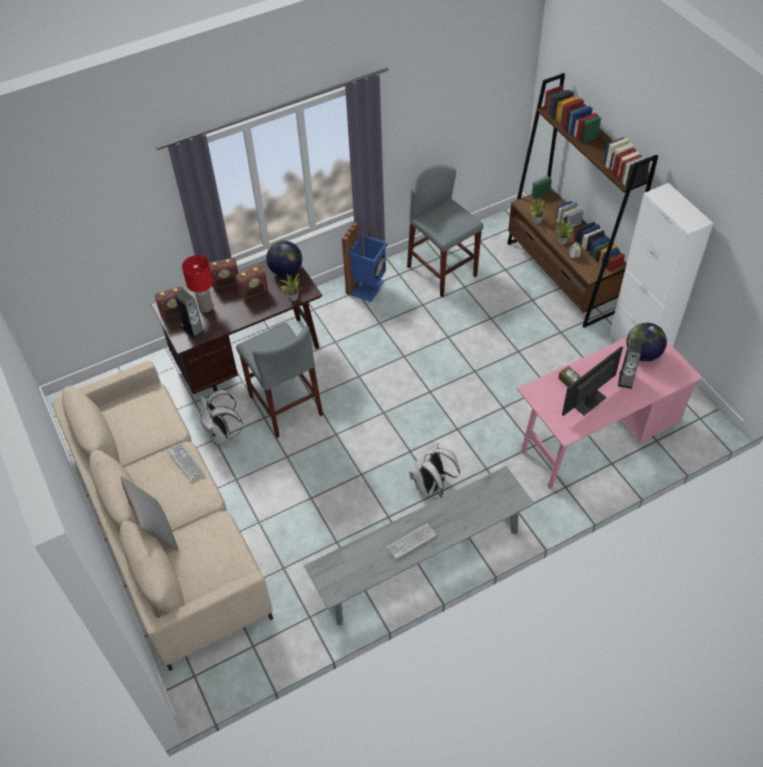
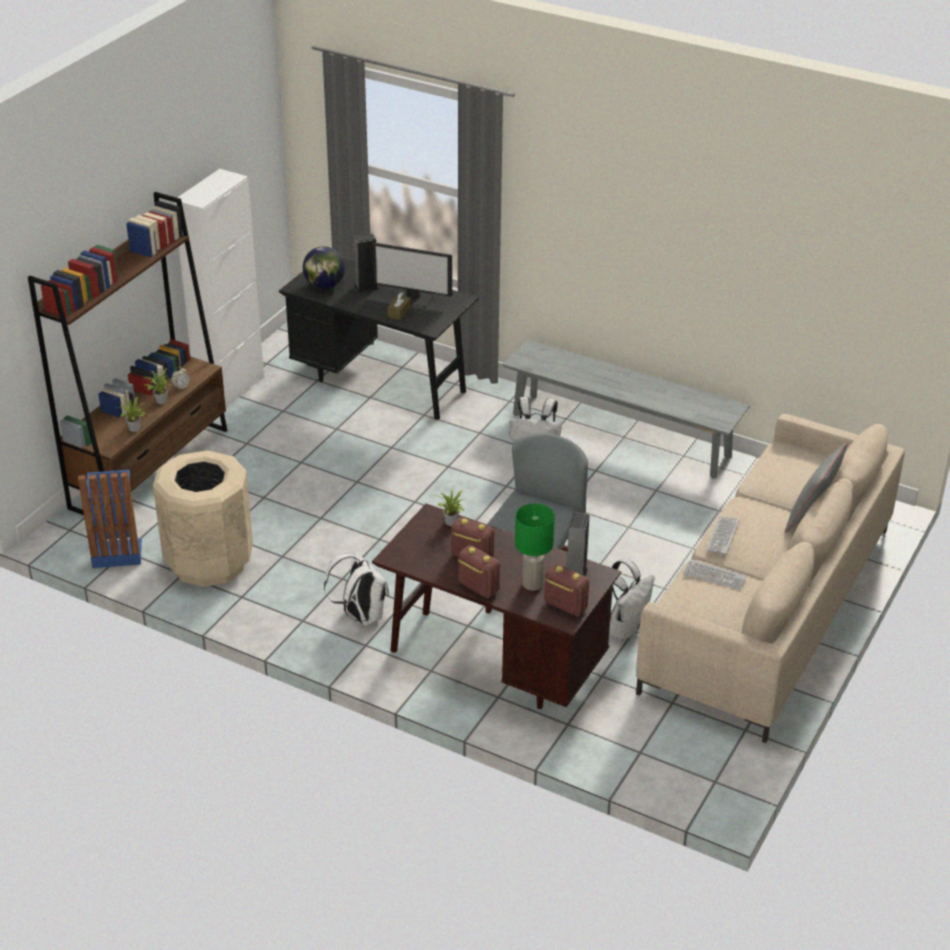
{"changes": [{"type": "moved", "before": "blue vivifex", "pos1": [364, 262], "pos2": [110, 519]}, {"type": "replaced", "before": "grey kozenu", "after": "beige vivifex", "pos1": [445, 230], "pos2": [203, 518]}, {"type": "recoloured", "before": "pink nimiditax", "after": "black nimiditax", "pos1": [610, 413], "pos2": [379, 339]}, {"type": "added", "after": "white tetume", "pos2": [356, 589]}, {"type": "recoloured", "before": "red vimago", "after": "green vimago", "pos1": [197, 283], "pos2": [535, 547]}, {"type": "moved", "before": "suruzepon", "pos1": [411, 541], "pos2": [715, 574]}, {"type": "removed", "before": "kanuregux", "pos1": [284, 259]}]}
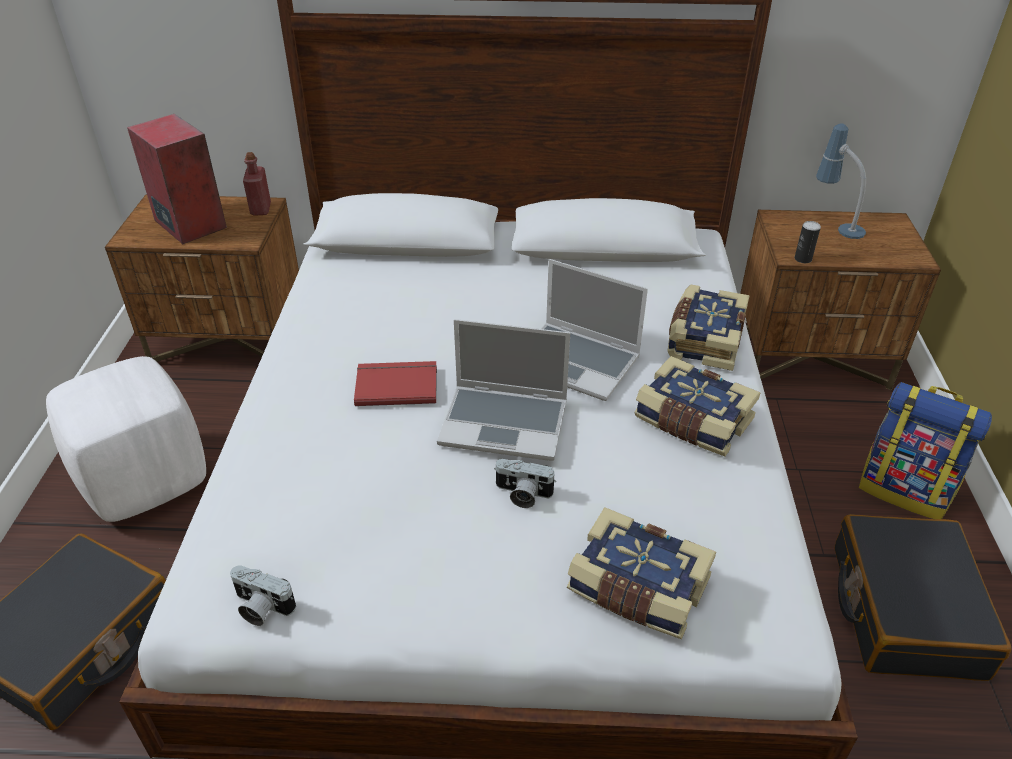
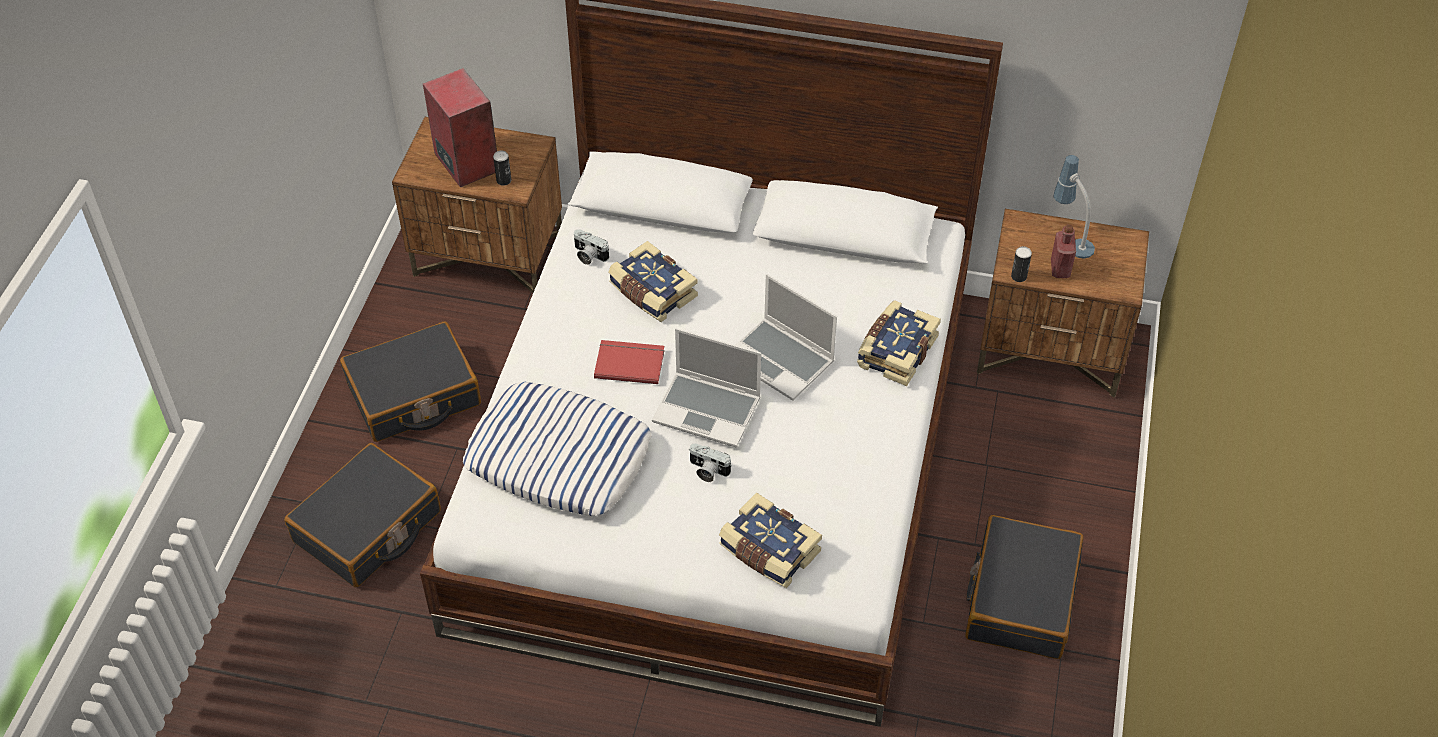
{"changes": [{"type": "replaced", "before": "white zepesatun", "after": "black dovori", "pos1": [126, 439], "pos2": [410, 382]}, {"type": "added", "after": "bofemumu", "pos2": [557, 449]}, {"type": "added", "after": "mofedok", "pos2": [502, 168]}, {"type": "moved", "before": "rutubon", "pos1": [263, 595], "pos2": [591, 247]}, {"type": "moved", "before": "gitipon", "pos1": [697, 406], "pos2": [653, 281]}, {"type": "moved", "before": "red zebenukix", "pos1": [257, 184], "pos2": [1063, 251]}, {"type": "removed", "before": "tetume", "pos1": [925, 450]}]}
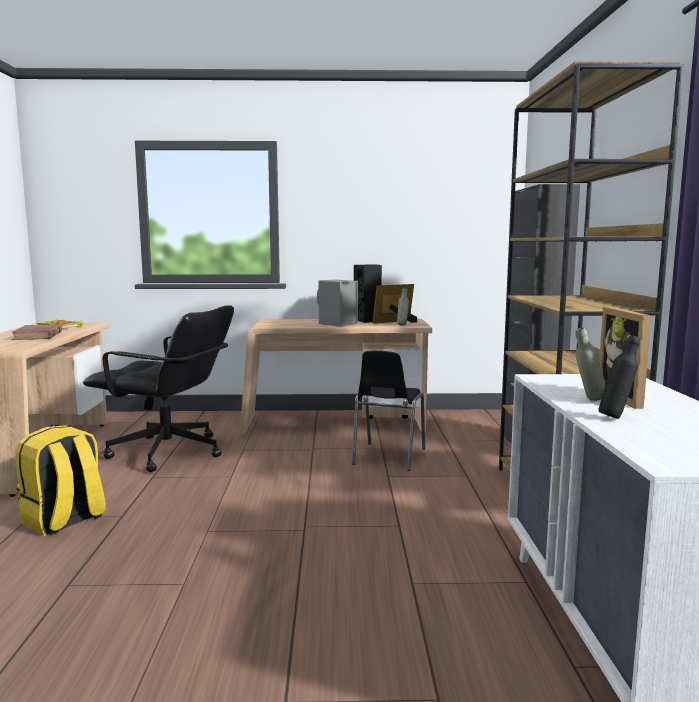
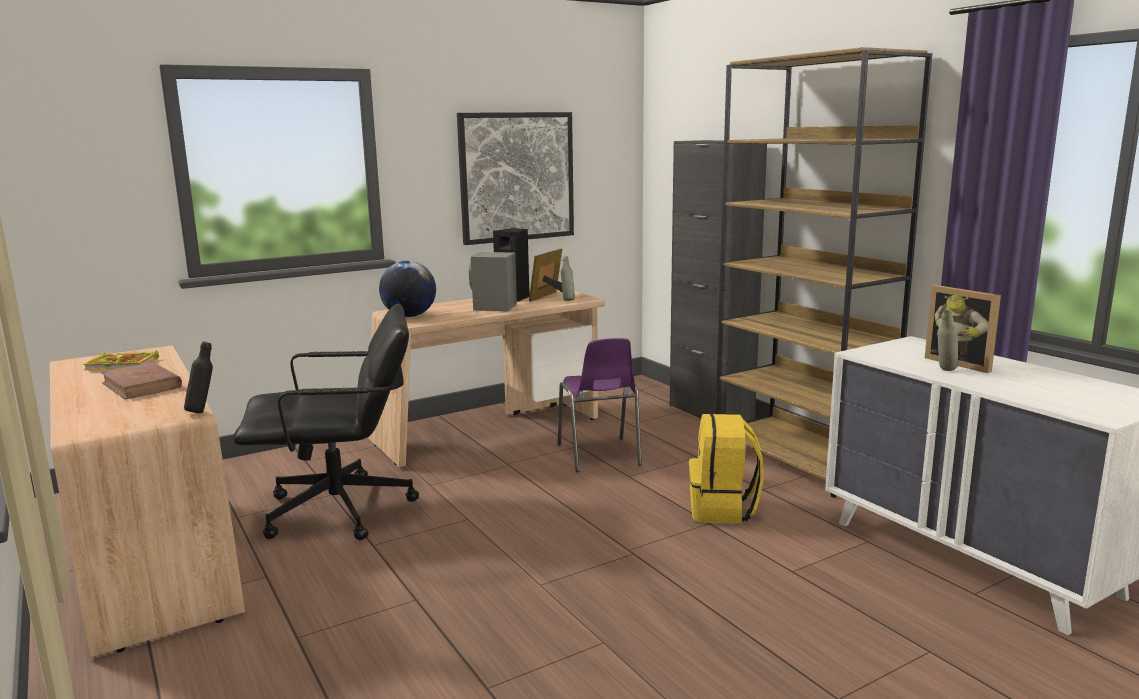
{"changes": [{"type": "moved", "before": "black zebenukix", "pos1": [619, 377], "pos2": [198, 377]}, {"type": "added", "after": "kanuregux", "pos2": [407, 289]}, {"type": "added", "after": "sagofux", "pos2": [515, 178]}, {"type": "recoloured", "before": "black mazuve", "after": "purple mazuve", "pos1": [388, 411], "pos2": [600, 405]}, {"type": "moved", "before": "yellow tetume", "pos1": [60, 480], "pos2": [726, 469]}]}
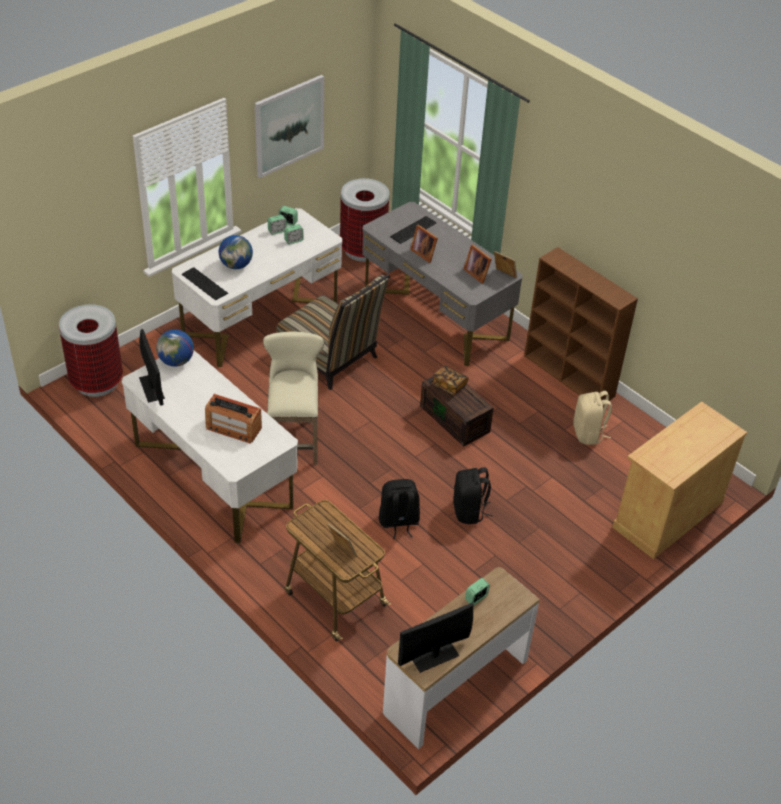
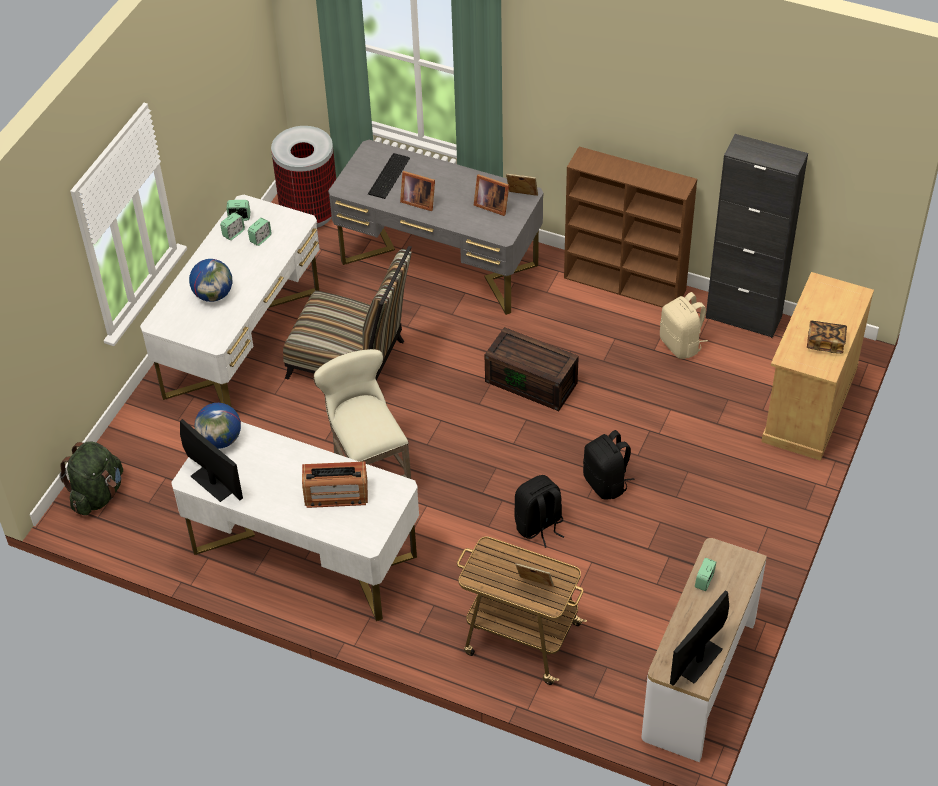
{"changes": [{"type": "replaced", "before": "vivifex", "after": "green tetume", "pos1": [91, 350], "pos2": [91, 478]}, {"type": "added", "after": "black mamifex", "pos2": [757, 236]}, {"type": "moved", "before": "gitipon", "pos1": [450, 380], "pos2": [827, 337]}, {"type": "removed", "before": "suruzepon", "pos1": [205, 283]}, {"type": "removed", "before": "sagofux", "pos1": [289, 126]}]}
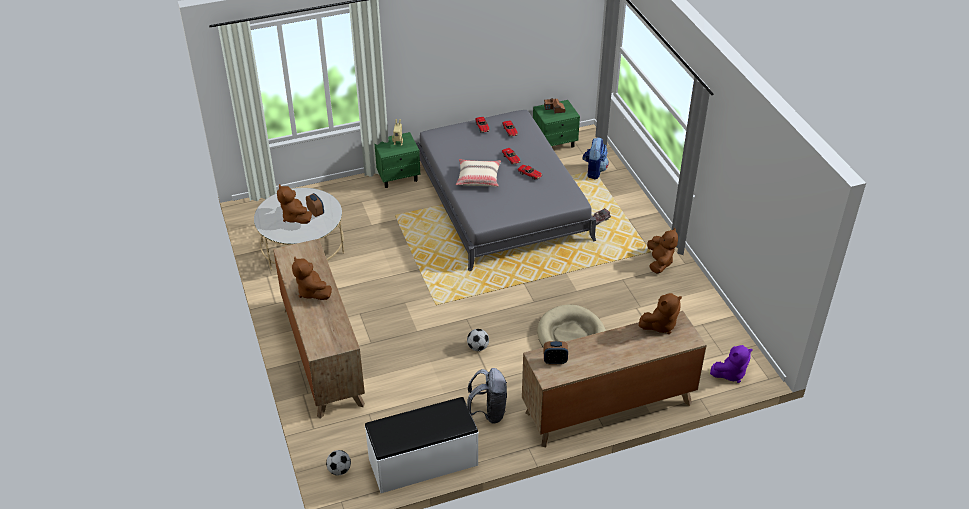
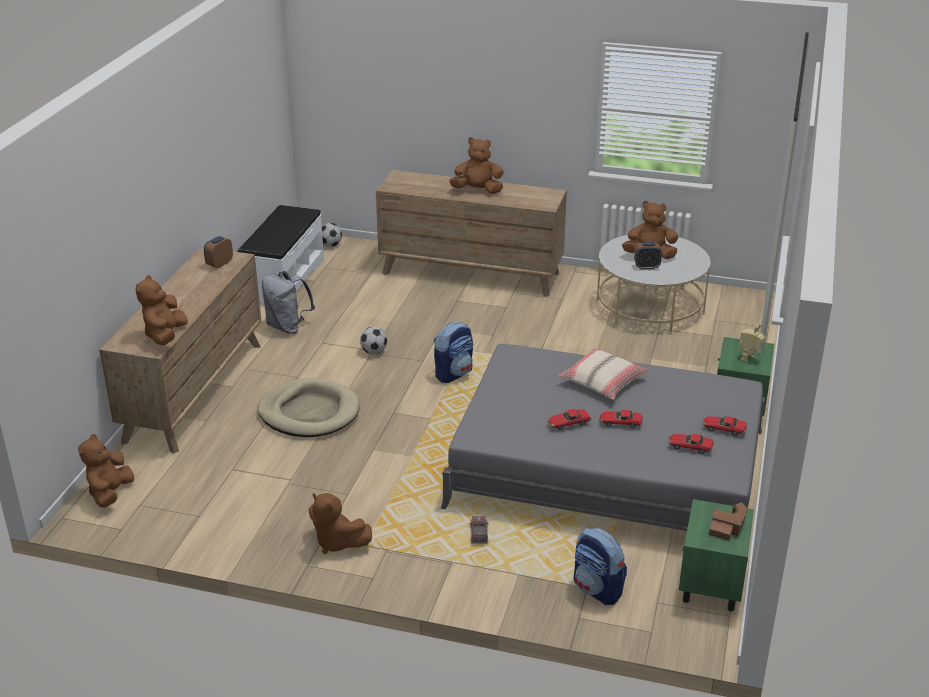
{"changes": [{"type": "recoloured", "before": "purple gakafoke", "after": "brown gakafoke", "pos1": [731, 364], "pos2": [106, 471]}, {"type": "added", "after": "tetume", "pos2": [453, 352]}]}
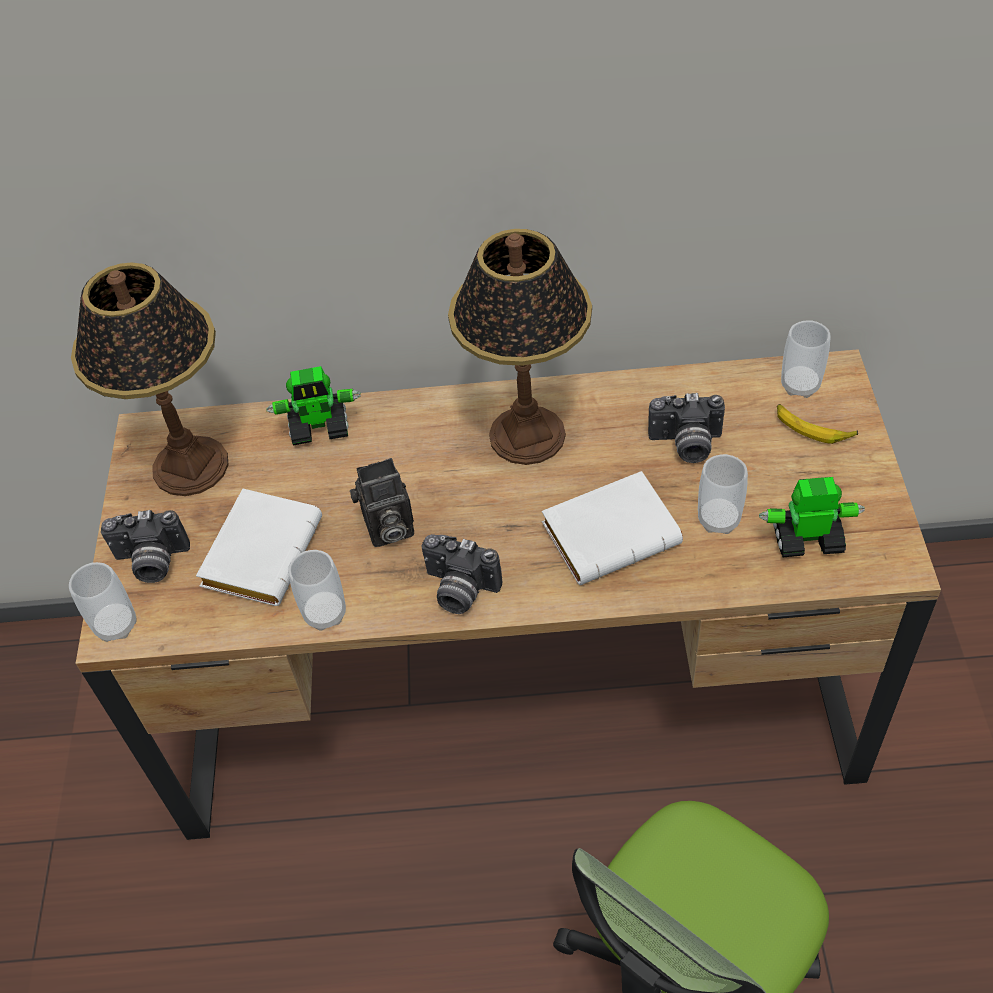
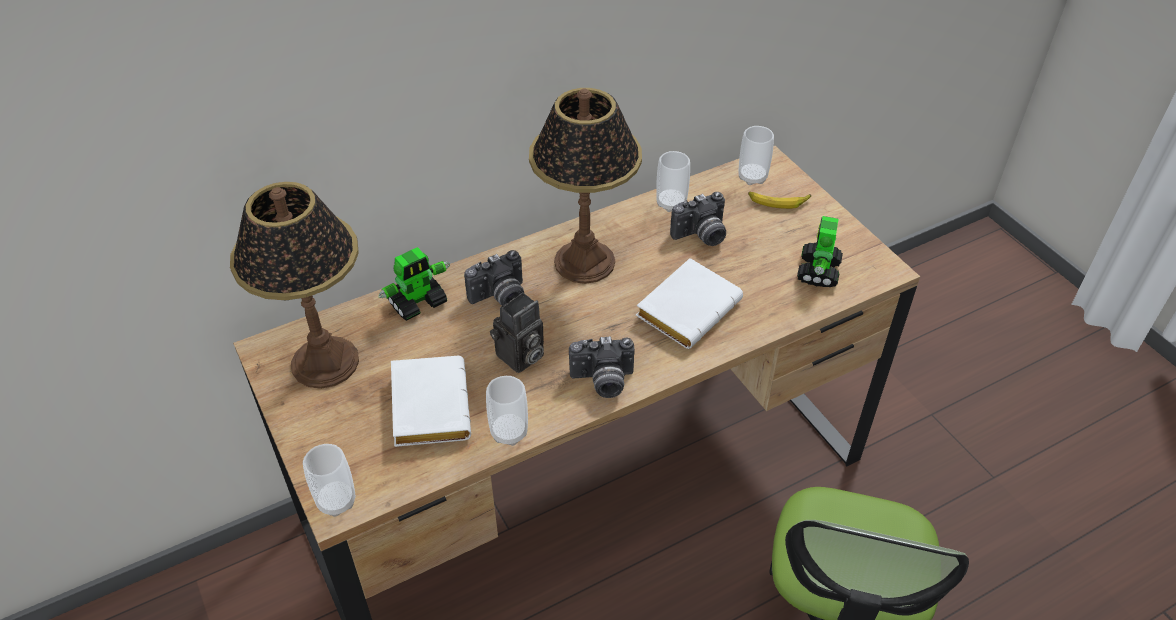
{"changes": [{"type": "moved", "before": "rutubon", "pos1": [145, 546], "pos2": [494, 278]}, {"type": "moved", "before": "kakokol", "pos1": [723, 494], "pos2": [673, 181]}, {"type": "turned", "before": "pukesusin", "pos1": [812, 517], "pos2": [820, 251], "turn": -45}]}
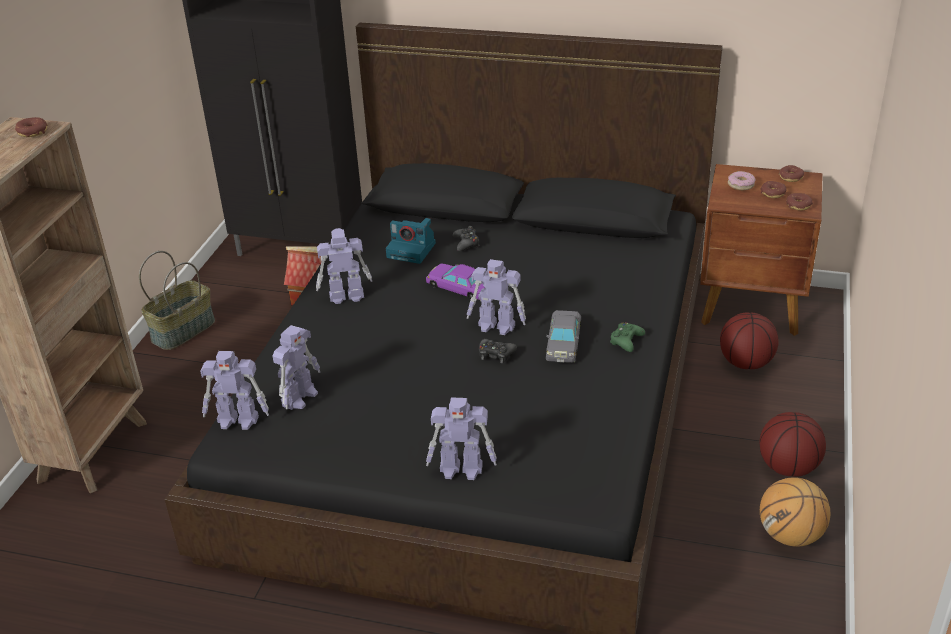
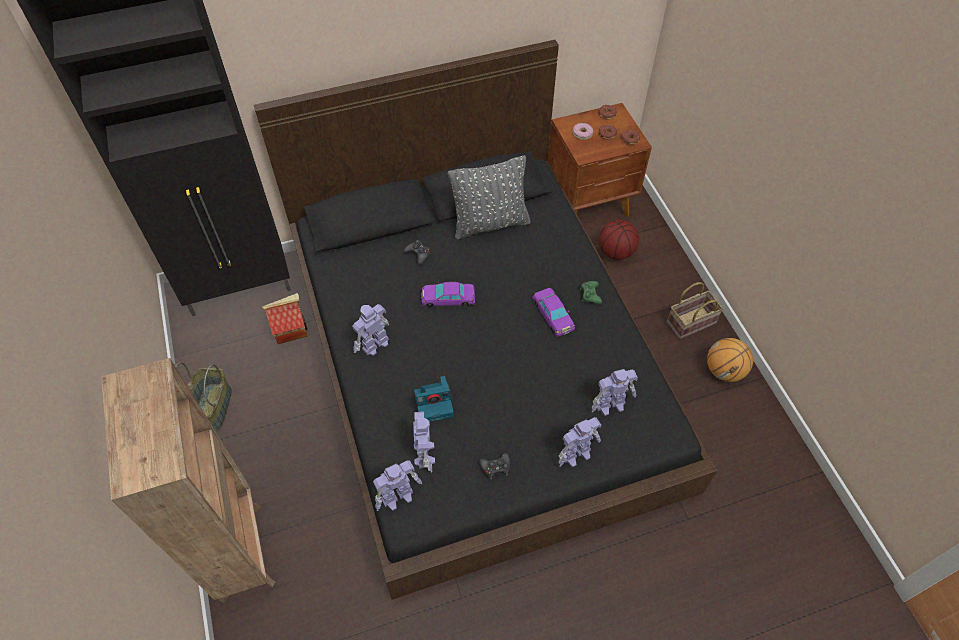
{"changes": [{"type": "moved", "before": "rutubon", "pos1": [411, 241], "pos2": [434, 399]}, {"type": "added", "after": "grey bofemumu", "pos2": [489, 197]}, {"type": "moved", "before": "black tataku", "pos1": [498, 351], "pos2": [494, 466]}, {"type": "recoloured", "before": "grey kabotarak", "after": "purple kabotarak", "pos1": [563, 336], "pos2": [553, 312]}, {"type": "moved", "before": "pukesusin", "pos1": [496, 297], "pos2": [615, 392]}, {"type": "replaced", "before": "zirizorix", "after": "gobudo", "pos1": [793, 444], "pos2": [695, 310]}, {"type": "removed", "before": "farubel", "pos1": [31, 127]}]}
